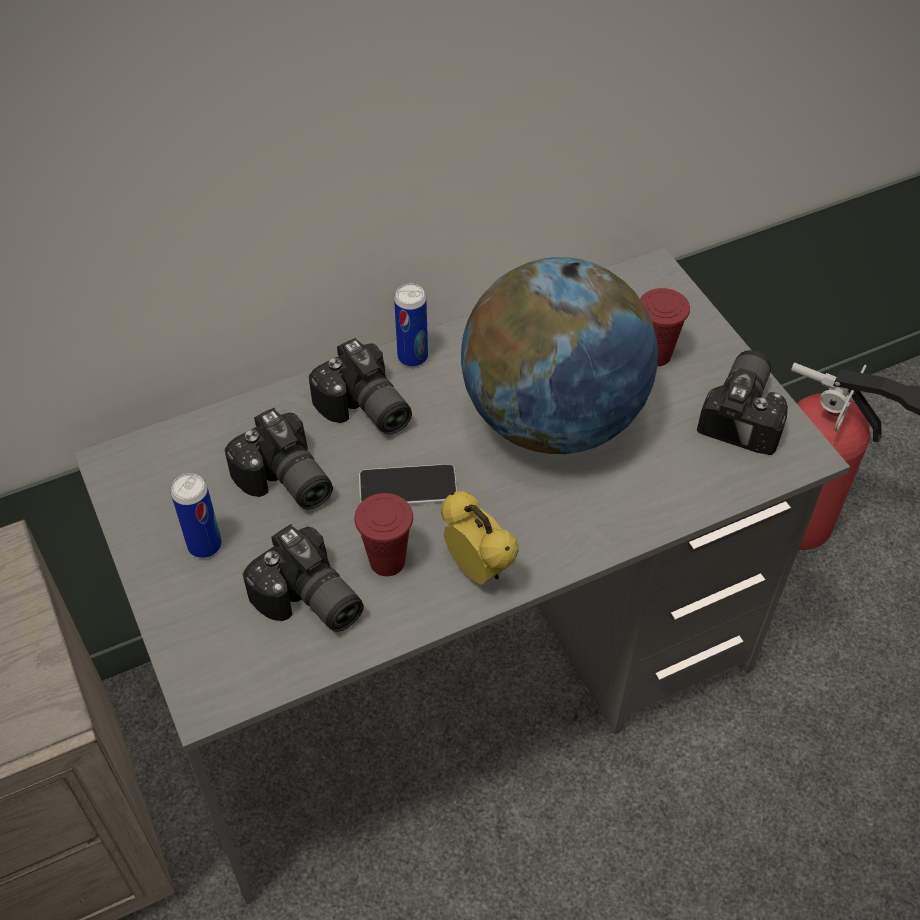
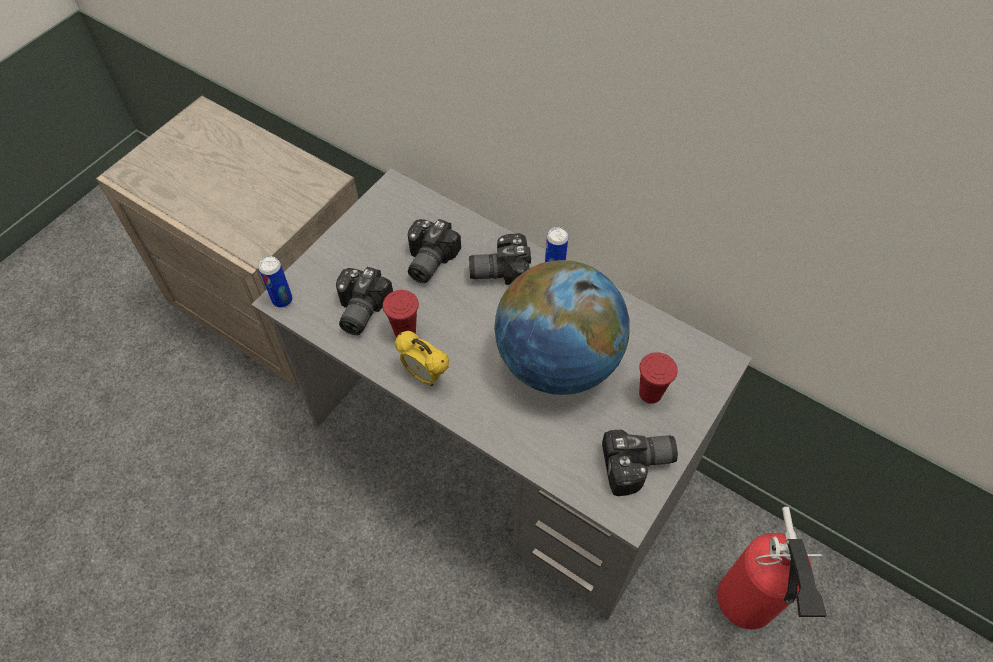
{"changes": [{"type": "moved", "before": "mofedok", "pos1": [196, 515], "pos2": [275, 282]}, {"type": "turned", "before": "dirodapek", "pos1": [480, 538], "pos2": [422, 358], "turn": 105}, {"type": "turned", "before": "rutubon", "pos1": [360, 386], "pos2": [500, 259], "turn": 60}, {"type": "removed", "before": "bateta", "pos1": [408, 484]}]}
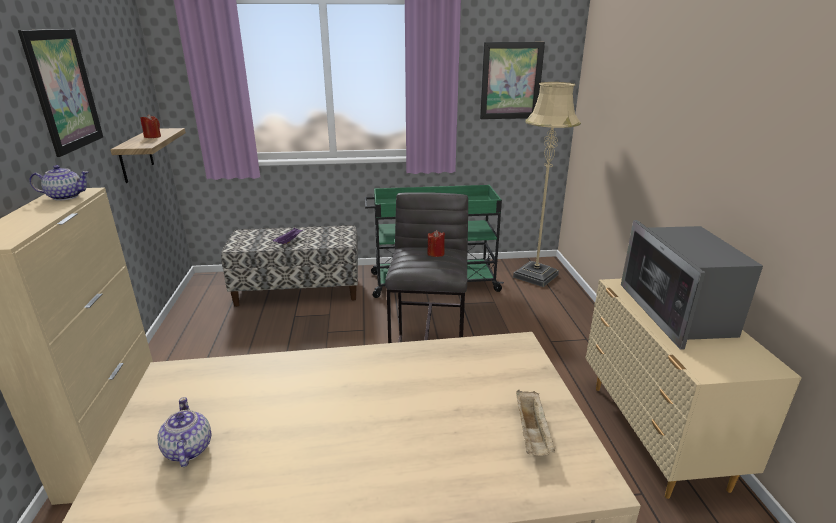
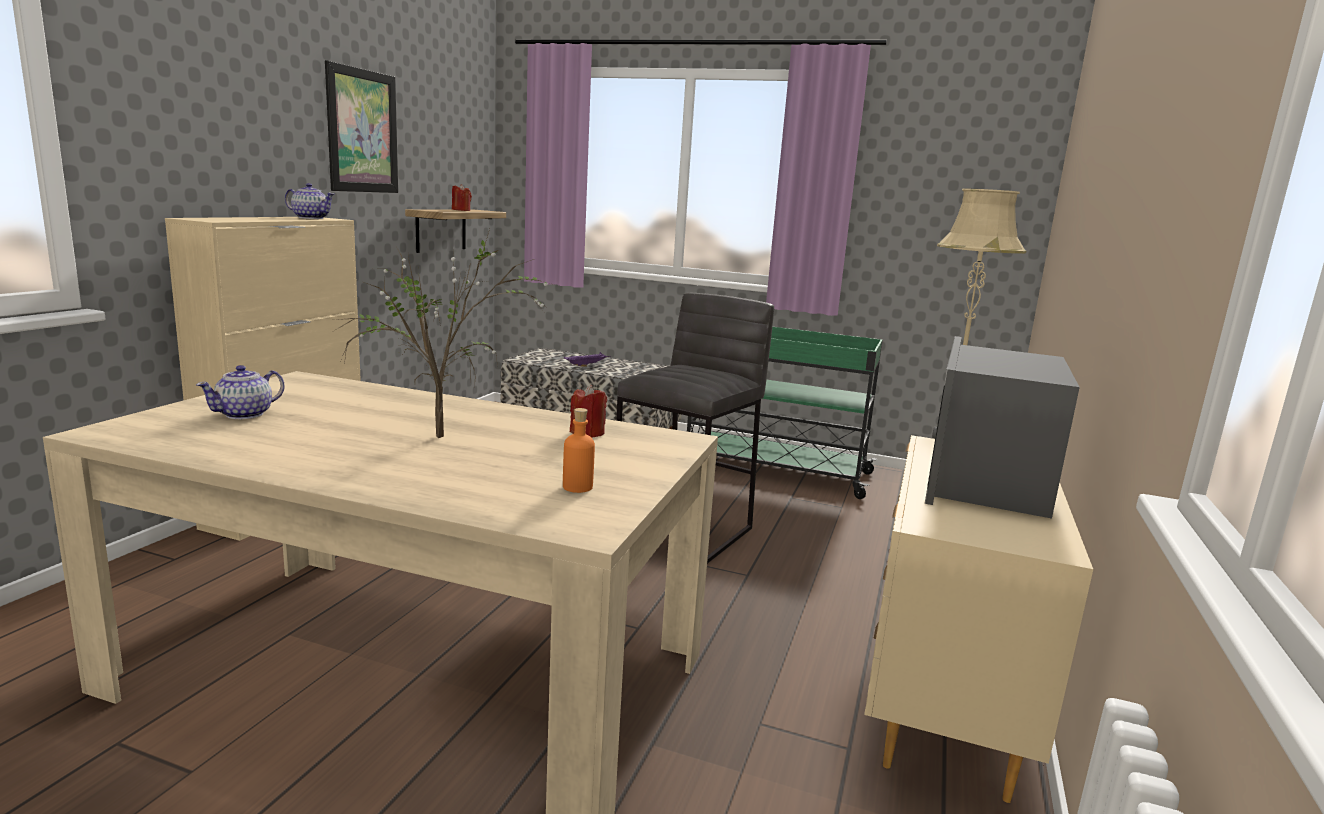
{"changes": [{"type": "turned", "before": "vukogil", "pos1": [184, 432], "pos2": [240, 392], "turn": -150}, {"type": "added", "after": "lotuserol", "pos2": [441, 333]}, {"type": "replaced", "before": "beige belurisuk", "after": "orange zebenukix", "pos1": [536, 423], "pos2": [579, 450]}, {"type": "moved", "before": "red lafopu", "pos1": [436, 243], "pos2": [588, 411]}, {"type": "removed", "before": "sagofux", "pos1": [512, 80]}]}
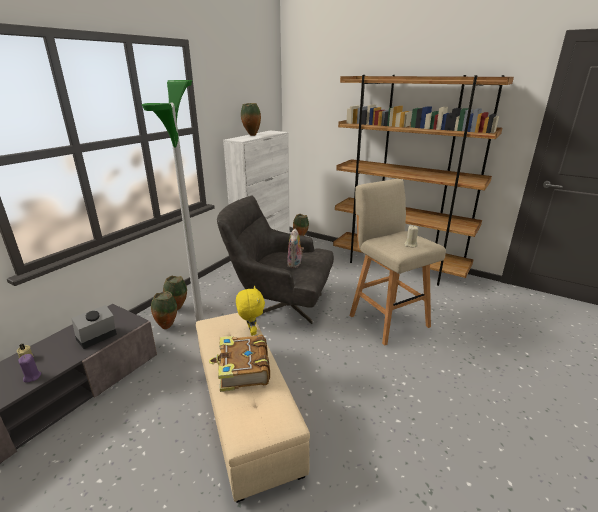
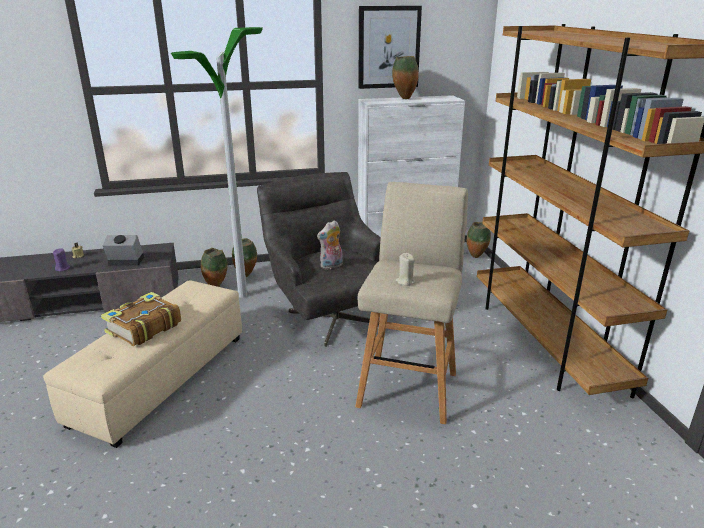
{"changes": [{"type": "added", "after": "sagofux", "pos2": [390, 47]}, {"type": "removed", "before": "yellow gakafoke", "pos1": [250, 311]}]}
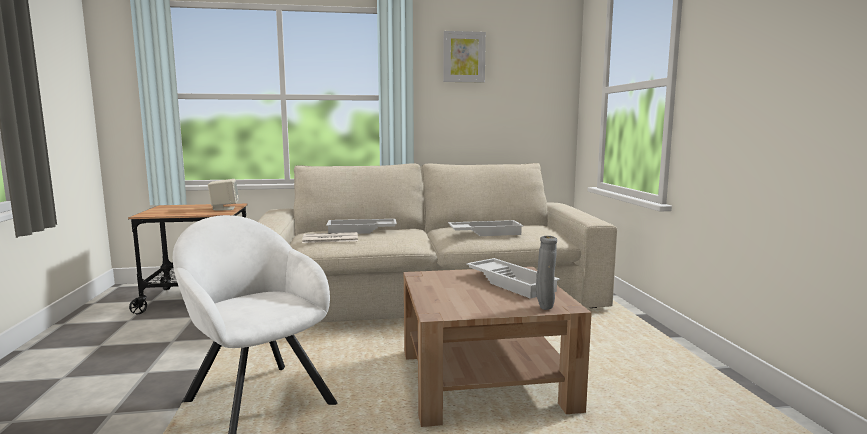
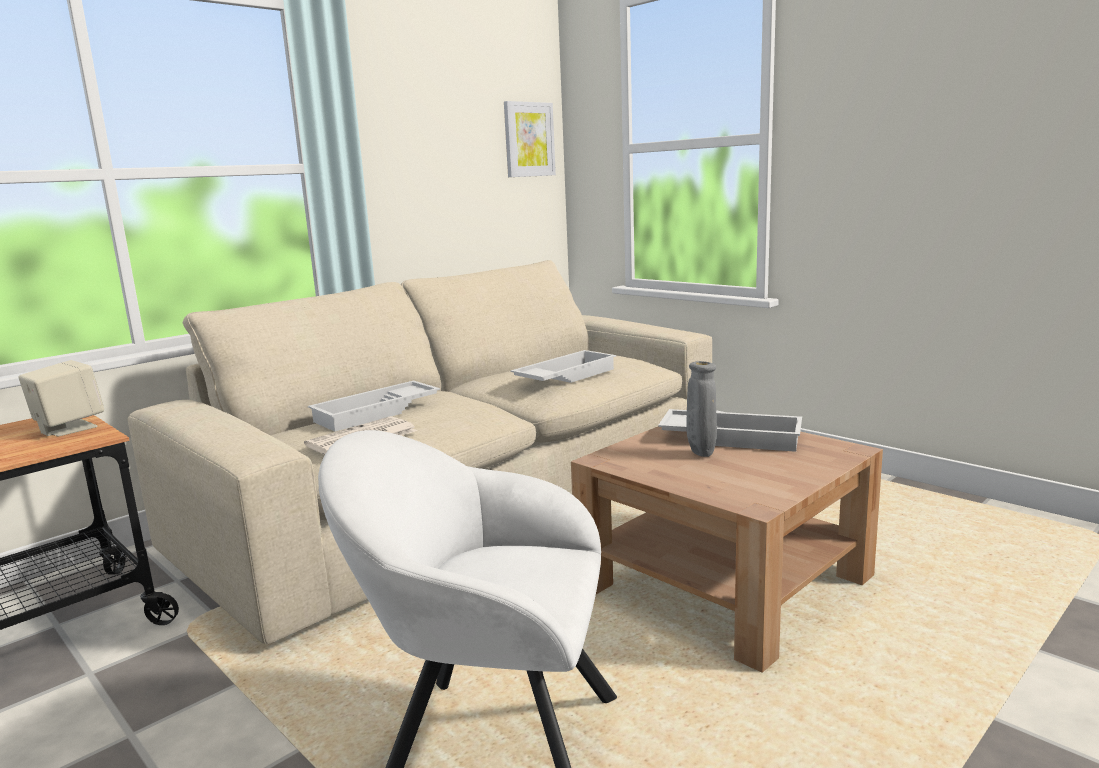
{"changes": [{"type": "moved", "before": "sagofux", "pos1": [464, 56], "pos2": [530, 139]}, {"type": "moved", "before": "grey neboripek", "pos1": [546, 273], "pos2": [701, 409]}]}
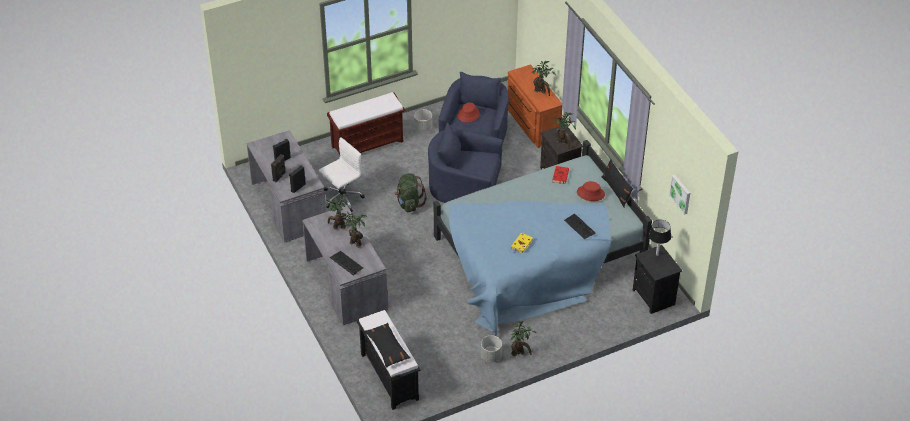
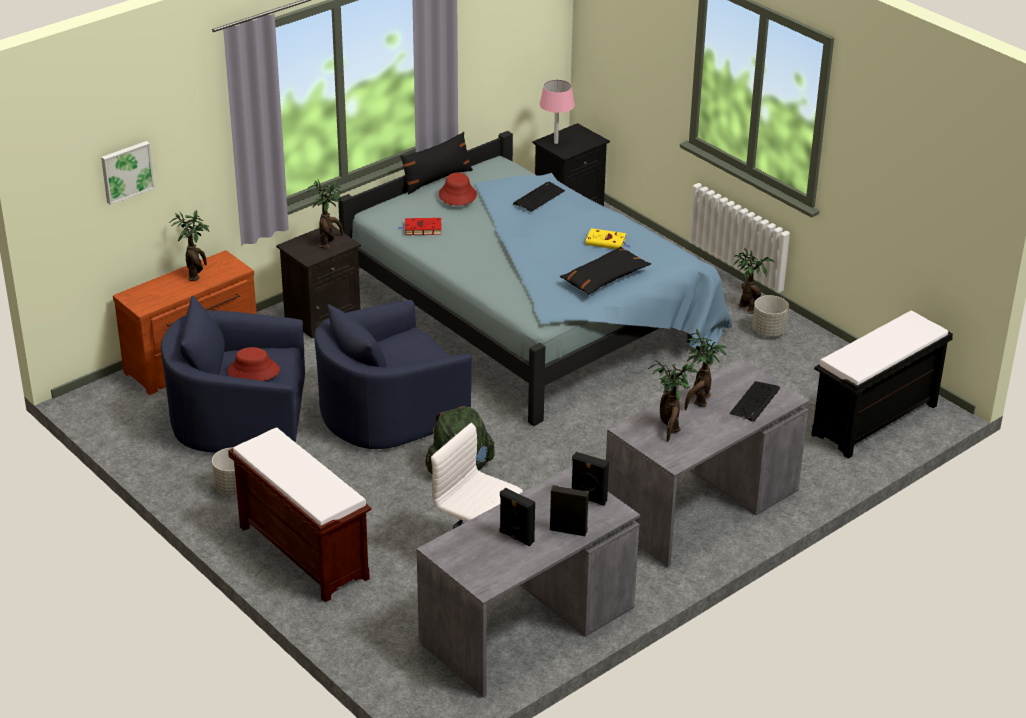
{"changes": [{"type": "moved", "before": "sagofux", "pos1": [679, 195], "pos2": [128, 173]}, {"type": "turned", "before": "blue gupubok", "pos1": [465, 163], "pos2": [393, 374], "turn": 60}, {"type": "recoloured", "before": "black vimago", "after": "pink vimago", "pos1": [659, 238], "pos2": [557, 112]}, {"type": "moved", "before": "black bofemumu", "pos1": [387, 345], "pos2": [605, 271]}]}
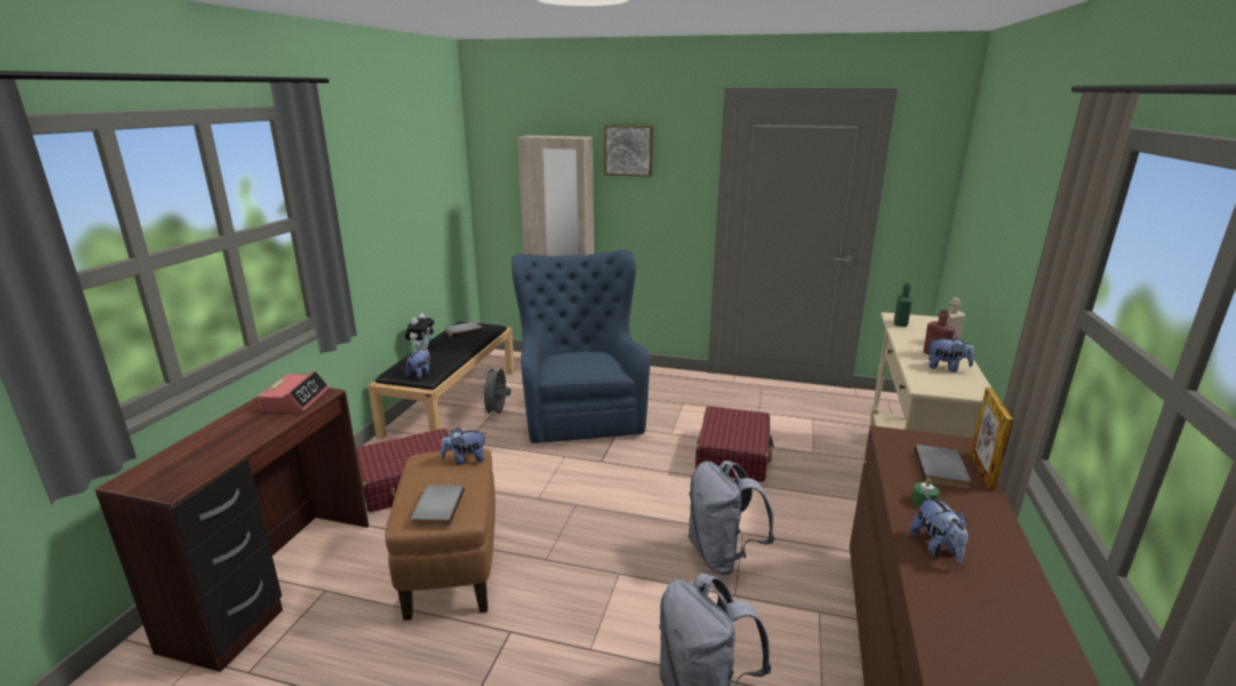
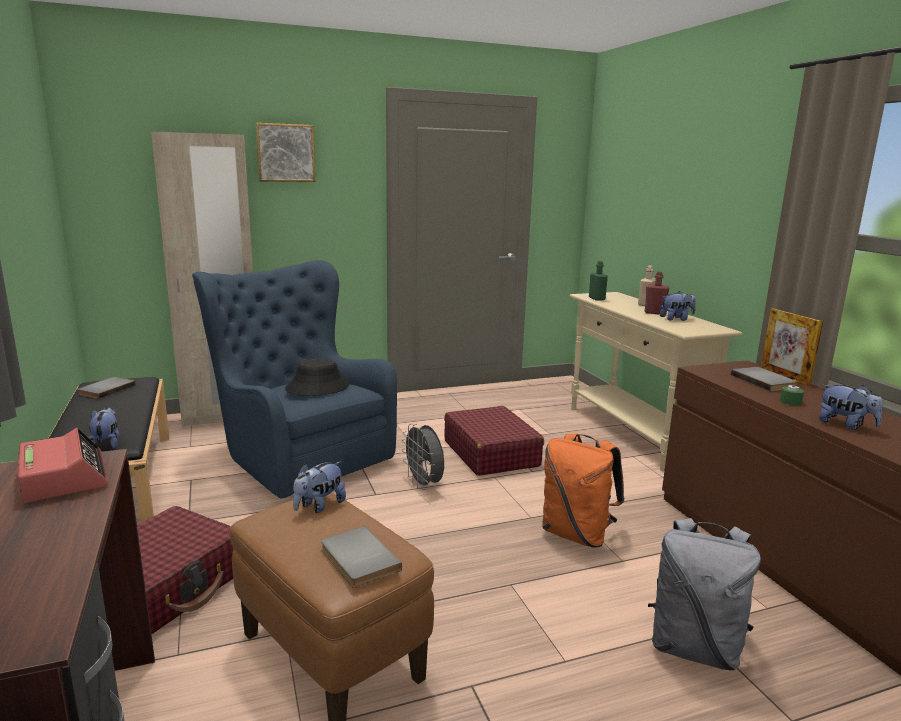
{"changes": [{"type": "added", "after": "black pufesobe", "pos2": [317, 377]}, {"type": "moved", "before": "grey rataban", "pos1": [495, 391], "pos2": [422, 457]}, {"type": "recoloured", "before": "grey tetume", "after": "orange tetume", "pos1": [731, 517], "pos2": [583, 490]}, {"type": "removed", "before": "gakafoke", "pos1": [419, 331]}]}
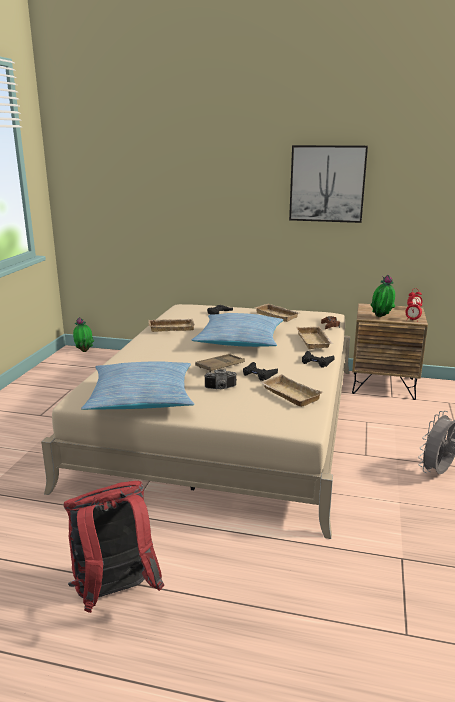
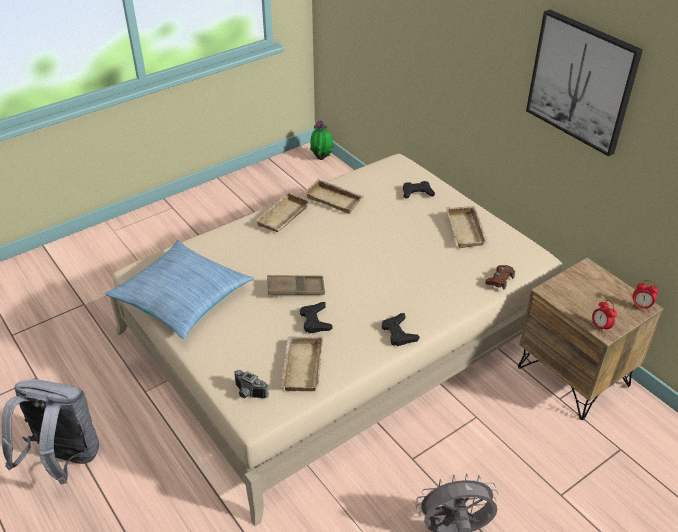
{"changes": [{"type": "recoloured", "before": "red tetume", "after": "grey tetume", "pos1": [114, 547], "pos2": [50, 432]}, {"type": "moved", "before": "rutubon", "pos1": [220, 379], "pos2": [251, 384]}, {"type": "moved", "before": "beige belurisuk", "pos1": [314, 338], "pos2": [283, 211]}, {"type": "removed", "before": "bofemumu", "pos1": [237, 330]}, {"type": "removed", "before": "lotuserol", "pos1": [382, 296]}]}
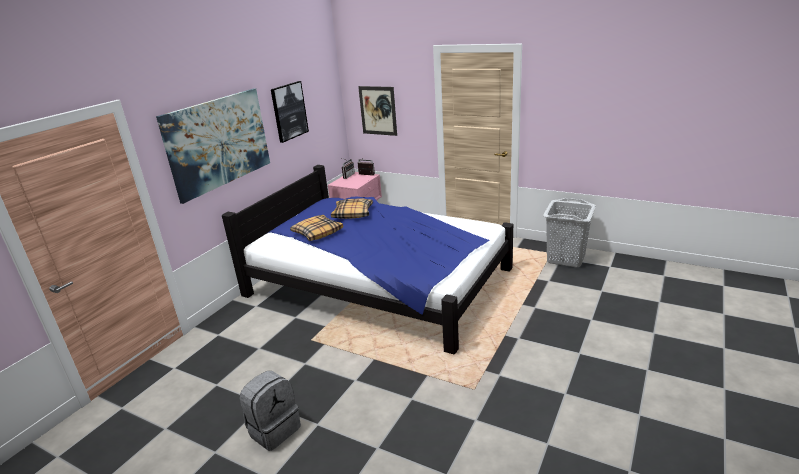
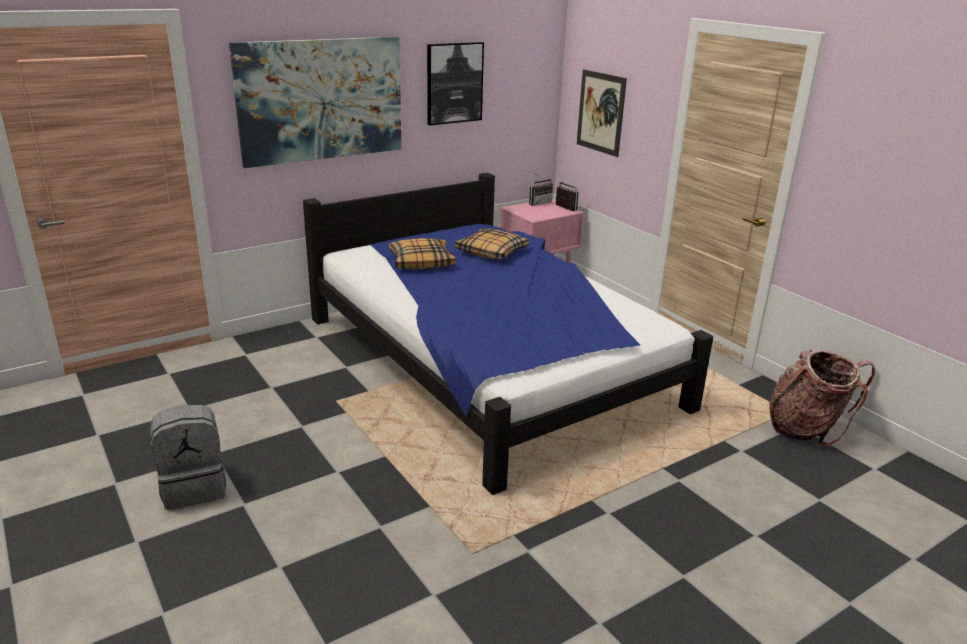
{"changes": [{"type": "replaced", "before": "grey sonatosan", "after": "tetume", "pos1": [569, 232], "pos2": [822, 397]}]}
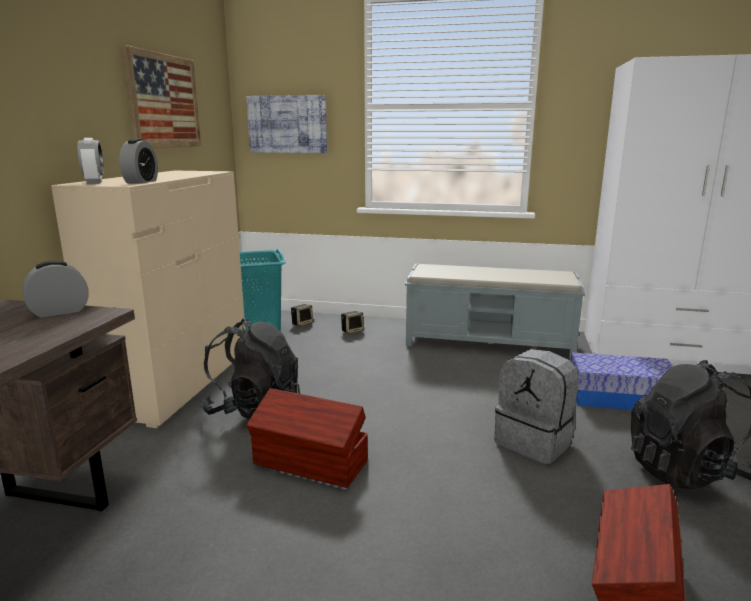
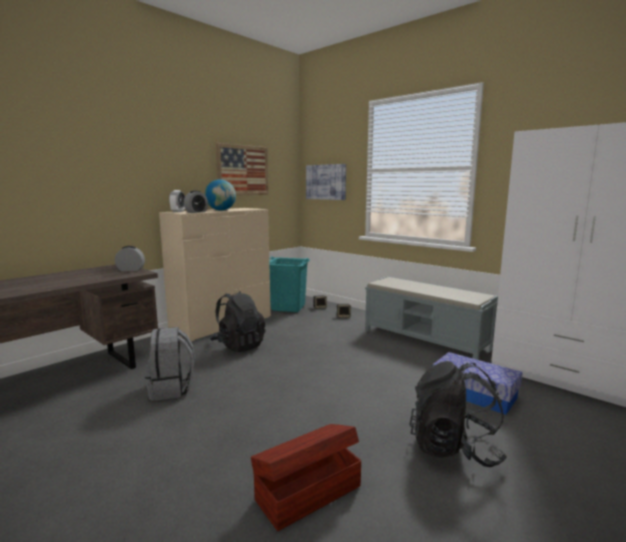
{"changes": [{"type": "moved", "before": "grey tetume", "pos1": [537, 406], "pos2": [170, 364]}, {"type": "added", "after": "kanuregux", "pos2": [220, 195]}, {"type": "removed", "before": "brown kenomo", "pos1": [307, 438]}]}
